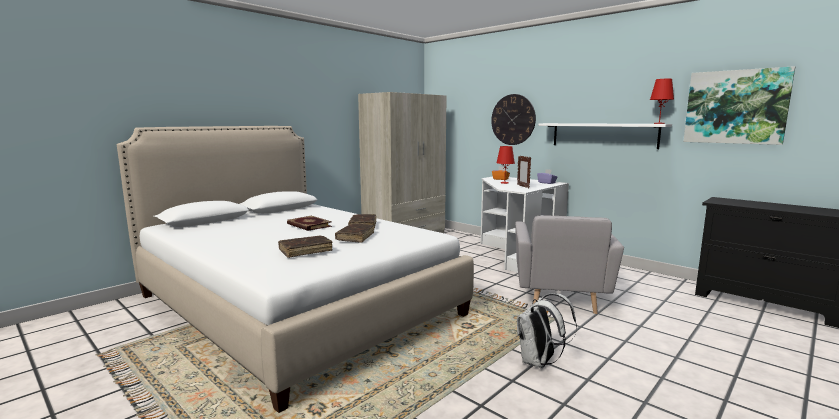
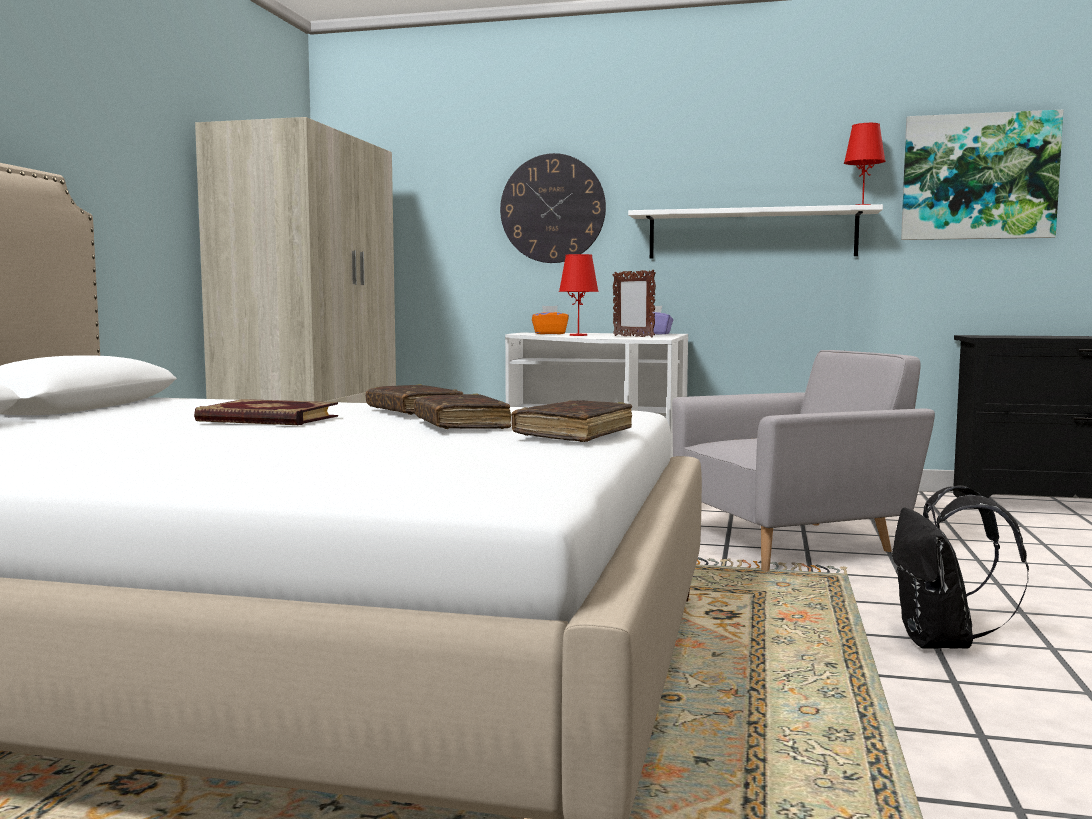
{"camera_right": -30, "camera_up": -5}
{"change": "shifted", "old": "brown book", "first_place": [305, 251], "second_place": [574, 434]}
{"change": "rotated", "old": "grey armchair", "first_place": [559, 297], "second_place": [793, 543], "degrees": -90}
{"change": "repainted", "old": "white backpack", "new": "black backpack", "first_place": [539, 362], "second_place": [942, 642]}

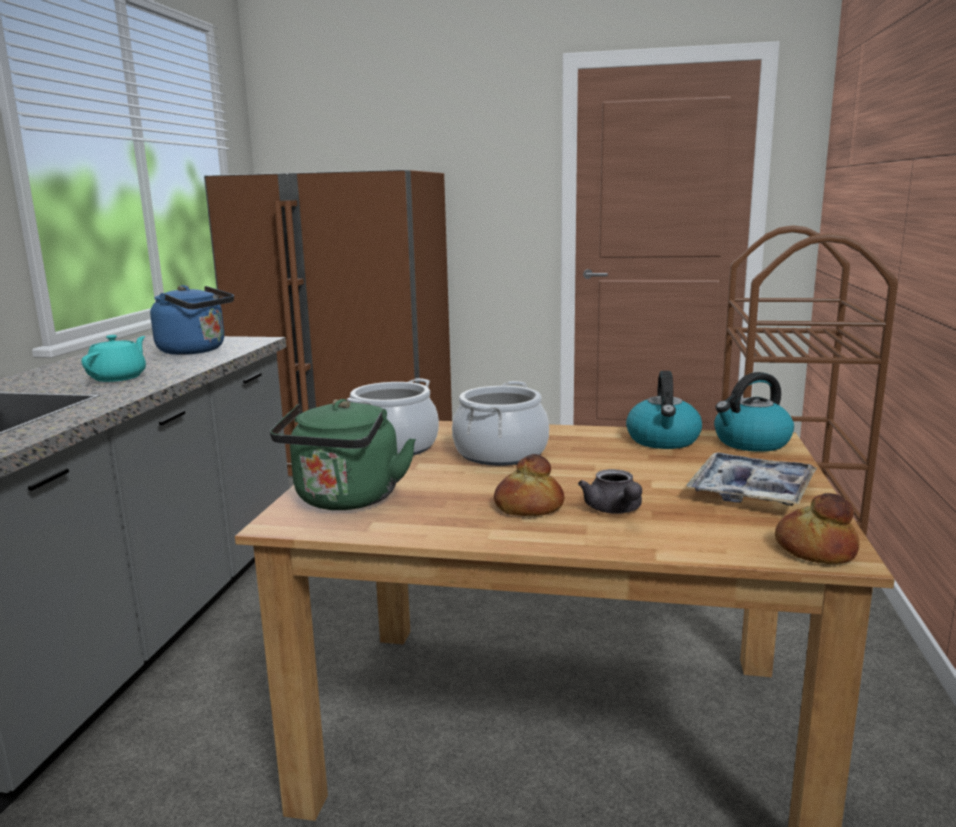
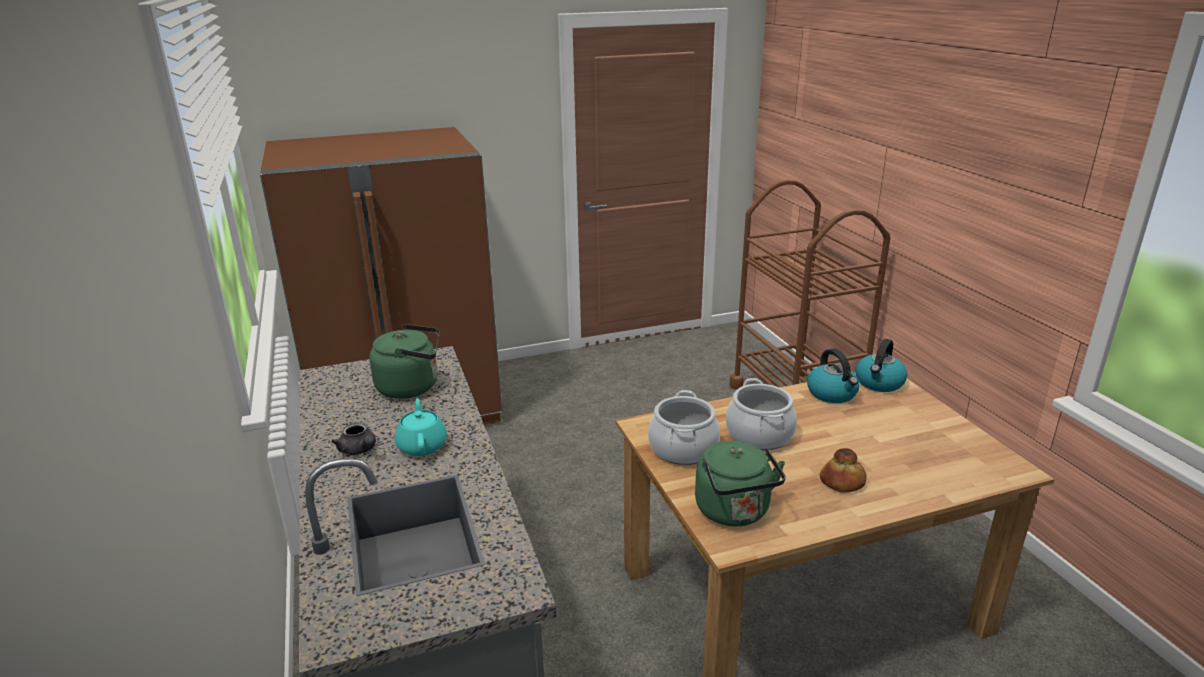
{"camera_right": -30, "camera_up": 10}
{"change": "shifted", "old": "grey teapot", "first_place": [615, 510], "second_place": [359, 450]}
{"change": "repainted", "old": "blue kettle", "new": "green kettle", "first_place": [196, 351], "second_place": [412, 387]}
{"change": "gone", "old": "tray", "first_place": [751, 491]}
{"change": "gone", "old": "bread", "first_place": [814, 549]}

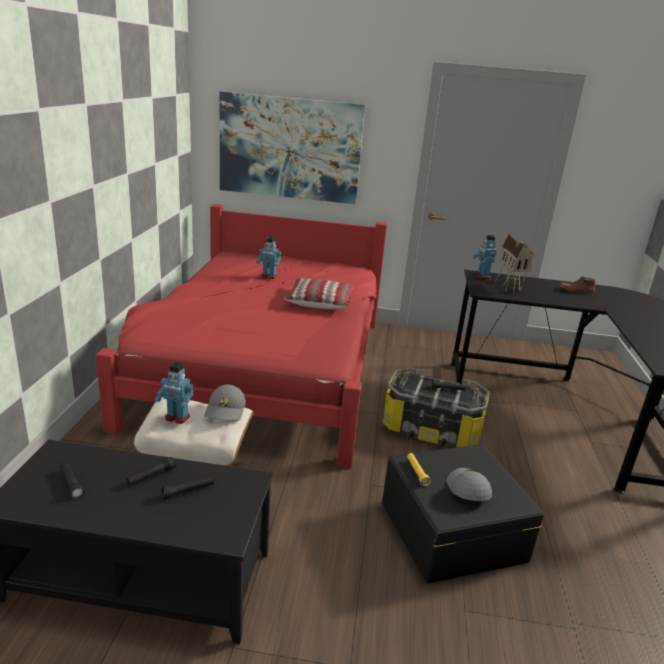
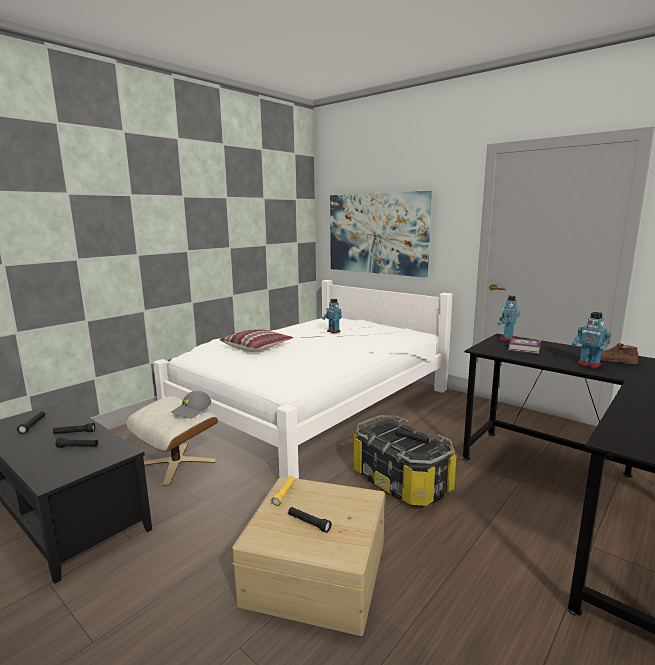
{"camera_right": 35, "camera_up": -10}
{"change": "repainted", "old": "red bed", "new": "white bed", "first_place": [264, 368], "second_place": [312, 405]}
{"change": "shifted", "old": "pillow", "first_place": [319, 301], "second_place": [257, 347]}
{"change": "repainted", "old": "black storage box", "new": "beige storage box", "first_place": [451, 530], "second_place": [315, 571]}
{"change": "swapped", "old": "grey cap", "new": "black flashlight", "first_place": [467, 490], "second_place": [309, 523]}
{"change": "swapped", "old": "toy house", "new": "book", "first_place": [510, 287], "second_place": [524, 349]}
{"change": "shifted", "old": "toy robot", "first_place": [177, 418], "second_place": [588, 365]}

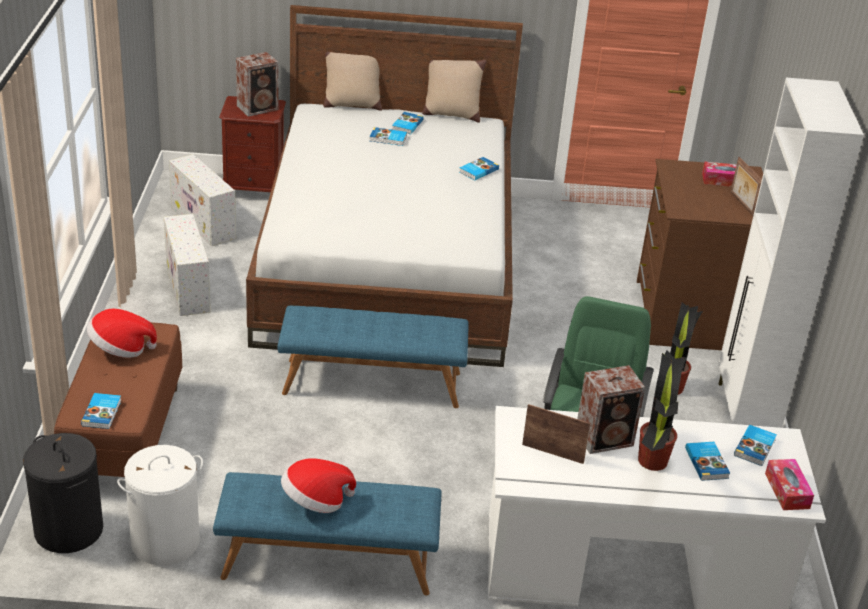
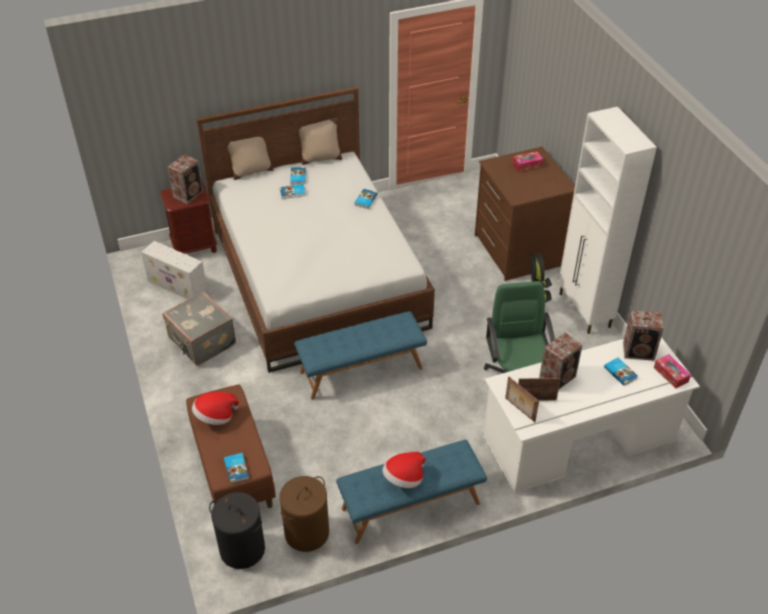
{"camera_right": -20, "camera_up": 10}
{"change": "swapped", "old": "white storage box", "new": "grey suitcase", "first_place": [188, 289], "second_place": [201, 342]}
{"change": "repainted", "old": "white laundry basket", "new": "brown laundry basket", "first_place": [166, 541], "second_place": [307, 532]}
{"change": "shifted", "old": "picture frame", "first_place": [742, 205], "second_place": [519, 410]}
{"change": "swapped", "old": "book", "new": "speaker", "first_place": [755, 447], "second_place": [639, 351]}
{"change": "gone", "old": "potted plant", "first_place": [652, 462]}

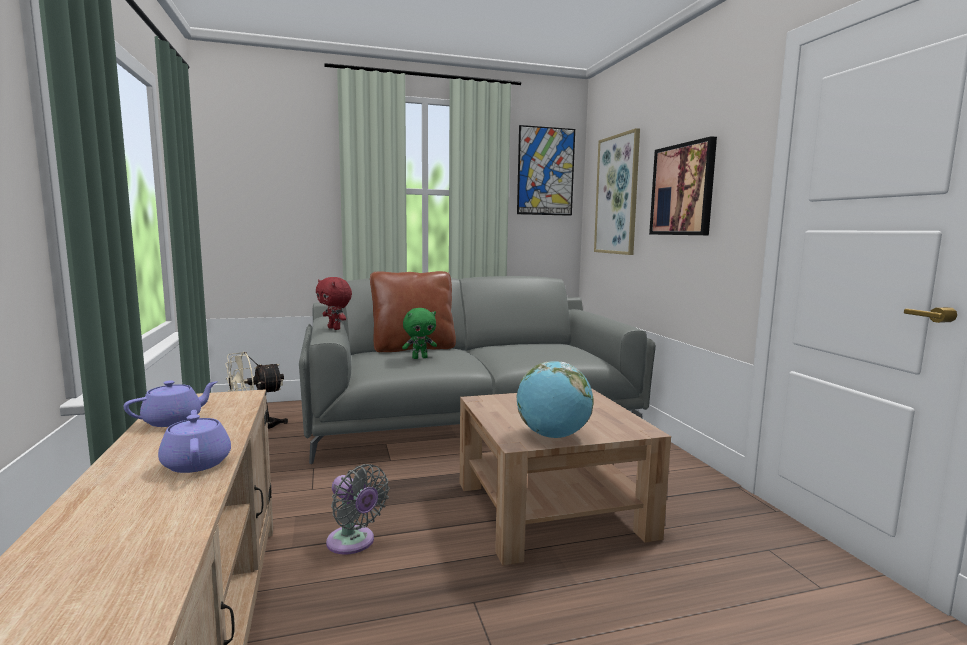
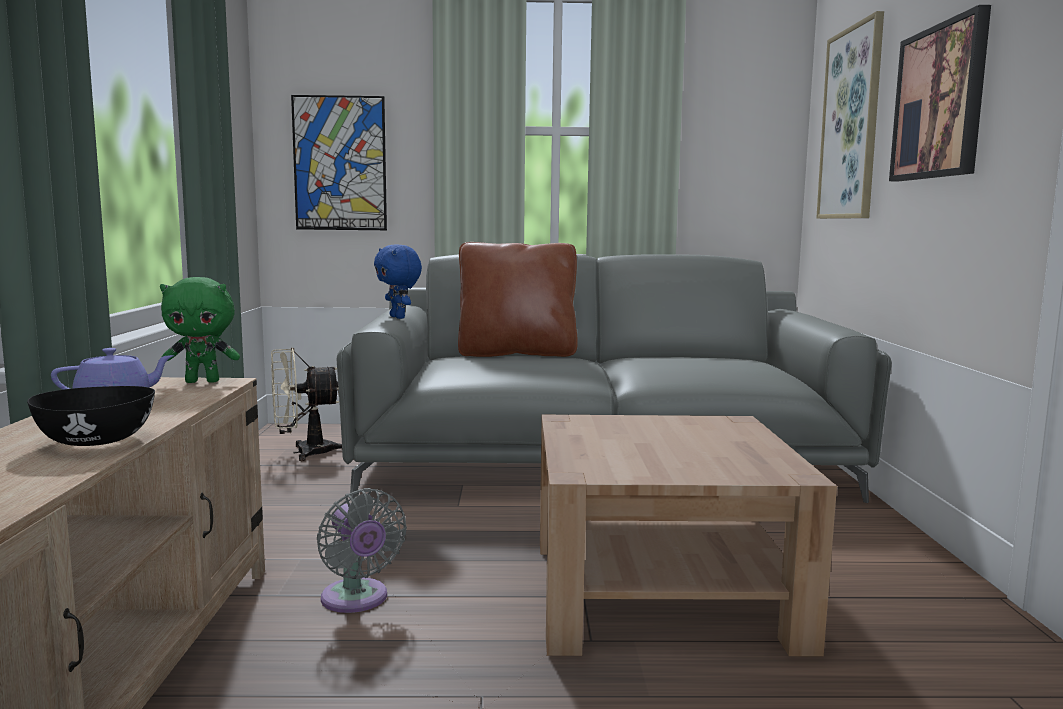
{"camera_right": 15, "camera_up": 0}
{"change": "swapped", "old": "purple teapot", "new": "black bowl", "first_place": [196, 463], "second_place": [95, 442]}
{"change": "shifted", "old": "green plush toy", "first_place": [419, 358], "second_place": [203, 381]}
{"change": "shifted", "old": "picture", "first_place": [545, 171], "second_place": [340, 163]}
{"change": "repainted", "old": "red plush toy", "new": "blue plush toy", "first_place": [335, 328], "second_place": [399, 317]}
{"change": "gone", "old": "globe", "first_place": [553, 436]}

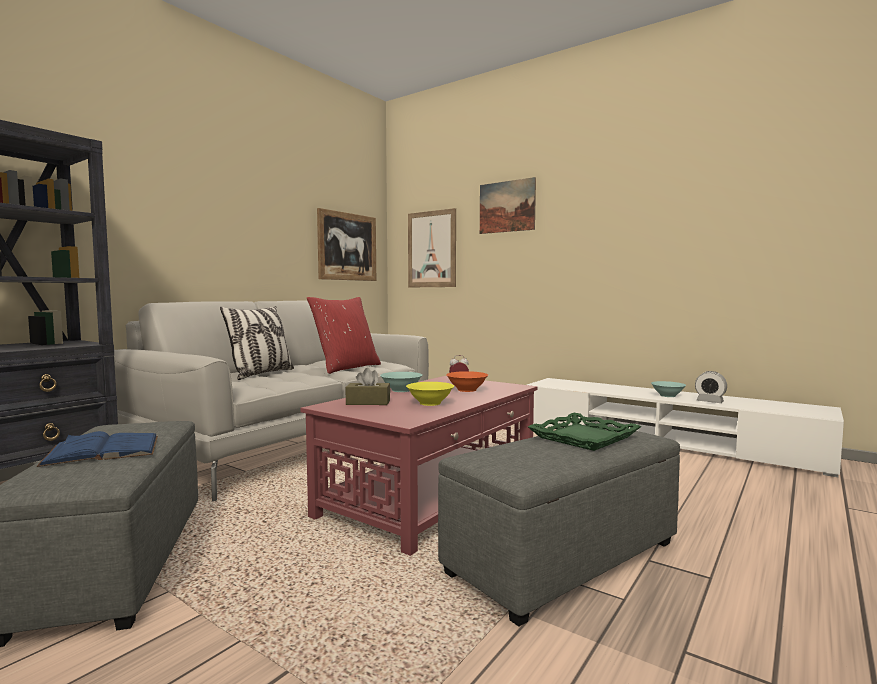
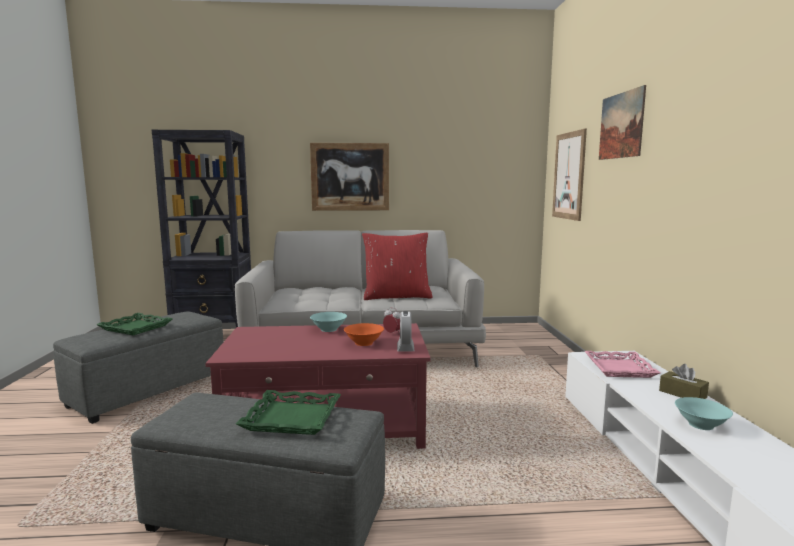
{"camera_right": 50, "camera_up": 5}
{"change": "swapped", "old": "blue book", "new": "green tray", "first_place": [103, 450], "second_place": [136, 328]}
{"change": "shifted", "old": "picture", "first_place": [347, 247], "second_place": [350, 177]}
{"change": "shifted", "old": "alarm clock", "first_place": [710, 401], "second_place": [405, 348]}
{"change": "new", "new": "pink tray", "second_place": [620, 368]}
{"change": "shifted", "old": "brown tissue box", "first_place": [368, 402], "second_place": [682, 394]}
{"change": "gone", "old": "pillow", "first_place": [261, 374]}
{"change": "gone", "old": "yellow bowl", "first_place": [430, 403]}

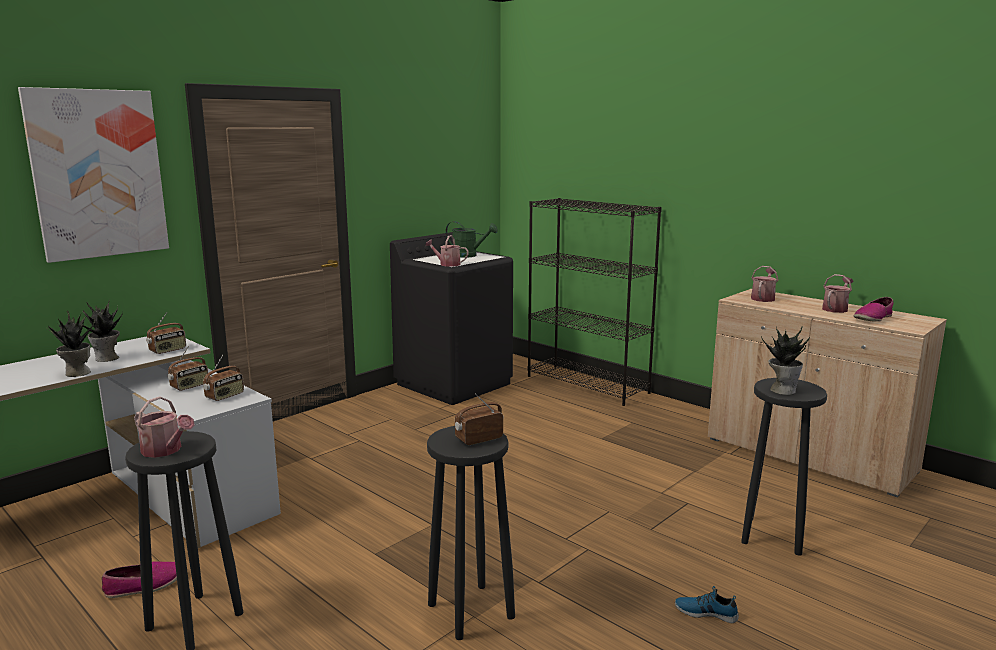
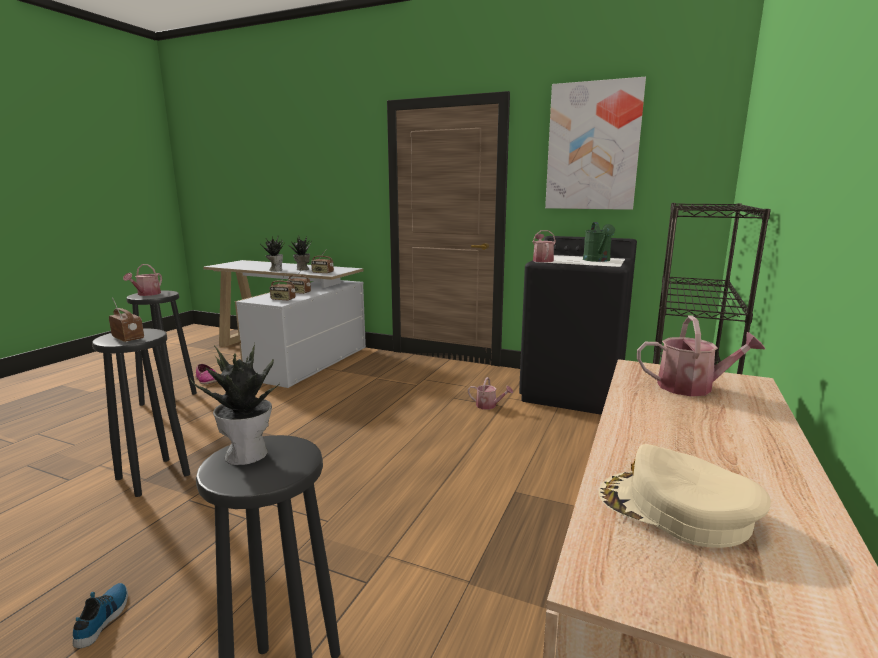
{"camera_right": 70, "camera_up": 0}
{"change": "shifted", "old": "watering can", "first_place": [836, 308], "second_place": [489, 406]}
{"change": "shifted", "old": "picture", "first_place": [98, 174], "second_place": [592, 147]}
{"change": "swapped", "old": "shoe", "new": "beige cap", "first_place": [873, 318], "second_place": [676, 509]}

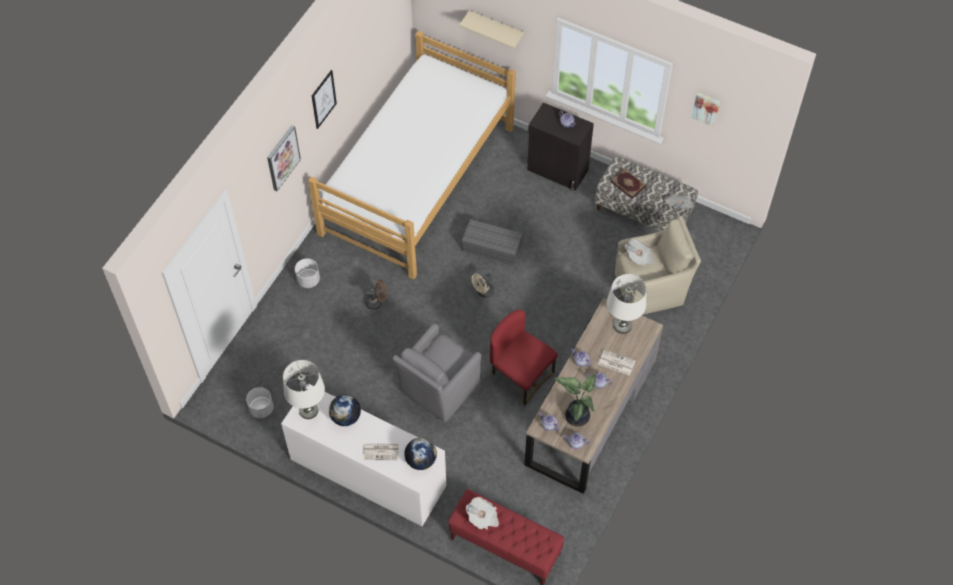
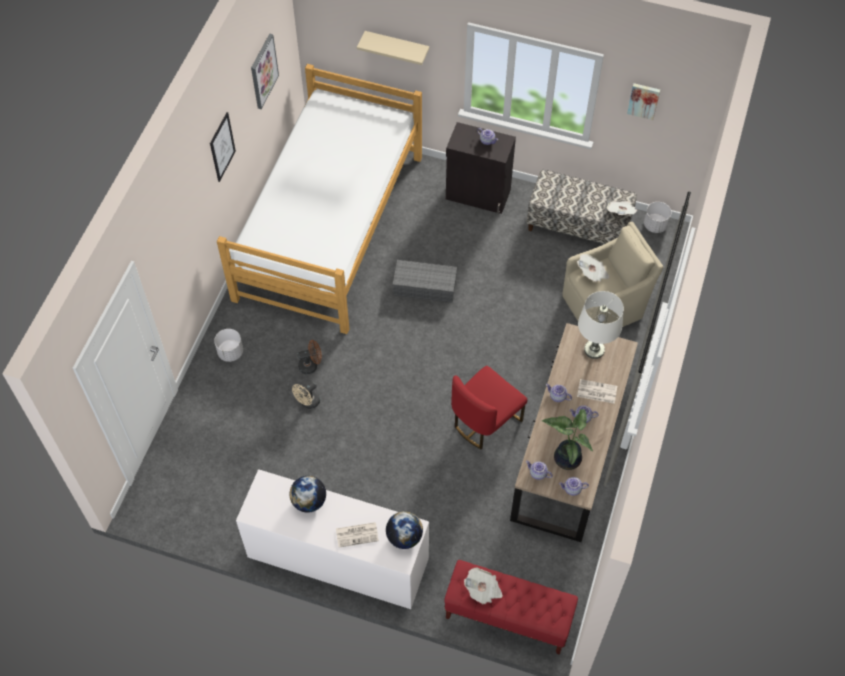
{"camera_right": -10, "camera_up": 0}
{"change": "shifted", "old": "picture", "first_place": [282, 157], "second_place": [263, 71]}
{"change": "shifted", "old": "beige fan", "first_place": [483, 292], "second_place": [308, 403]}
{"change": "rotated", "old": "red chair", "first_place": [520, 375], "second_place": [485, 421], "degrees": -75}
{"change": "shifted", "old": "white planter", "first_place": [261, 408], "second_place": [655, 225]}
{"change": "gone", "old": "white table lamp", "first_place": [308, 410]}
{"change": "gone", "old": "grey armchair", "first_place": [438, 389]}
{"change": "gone", "old": "book", "first_place": [628, 184]}

